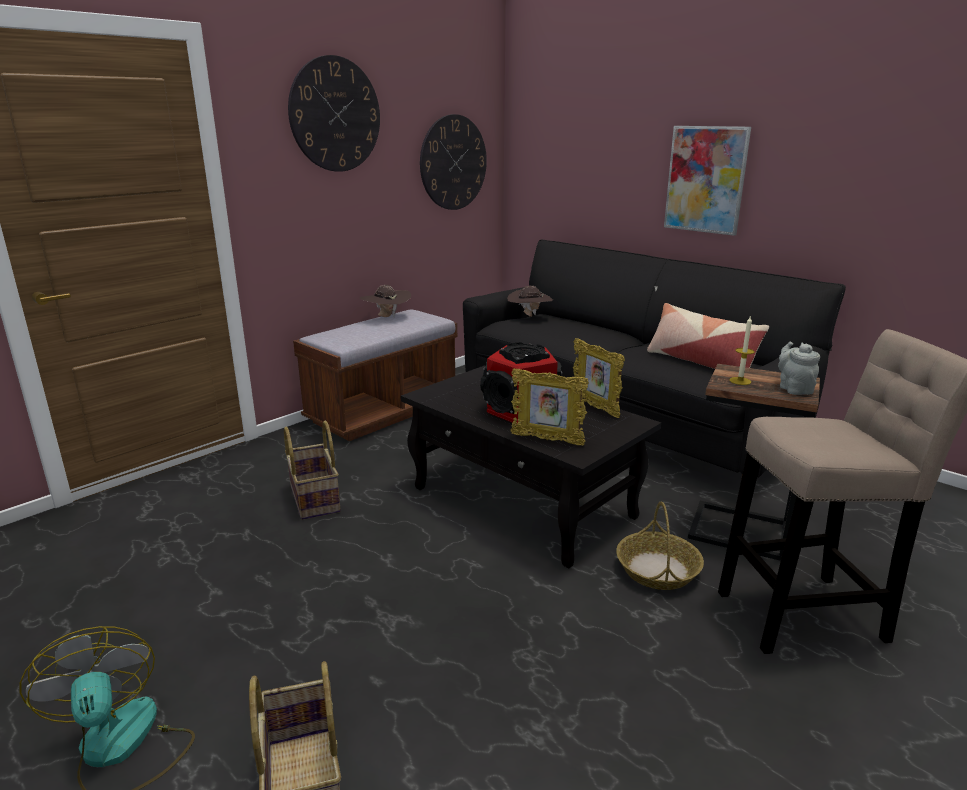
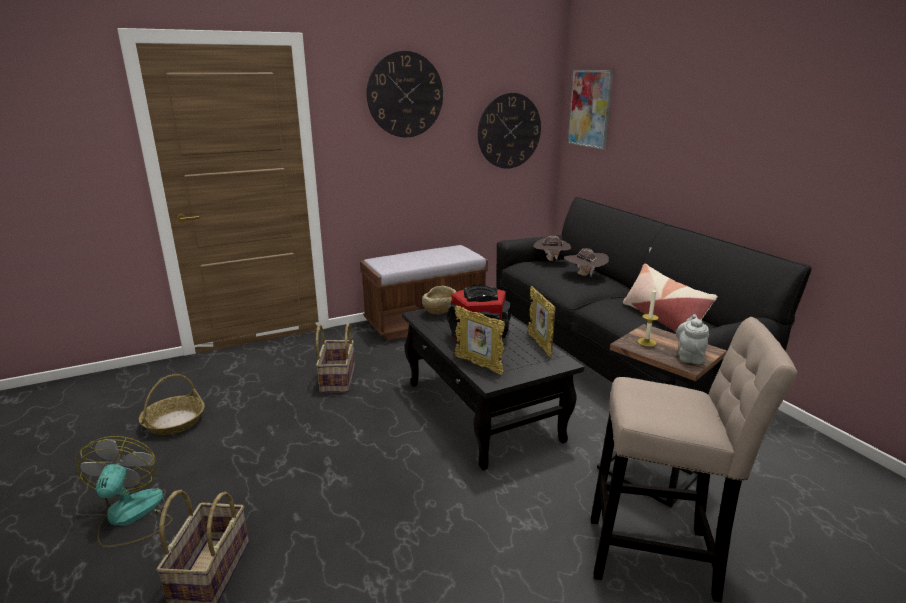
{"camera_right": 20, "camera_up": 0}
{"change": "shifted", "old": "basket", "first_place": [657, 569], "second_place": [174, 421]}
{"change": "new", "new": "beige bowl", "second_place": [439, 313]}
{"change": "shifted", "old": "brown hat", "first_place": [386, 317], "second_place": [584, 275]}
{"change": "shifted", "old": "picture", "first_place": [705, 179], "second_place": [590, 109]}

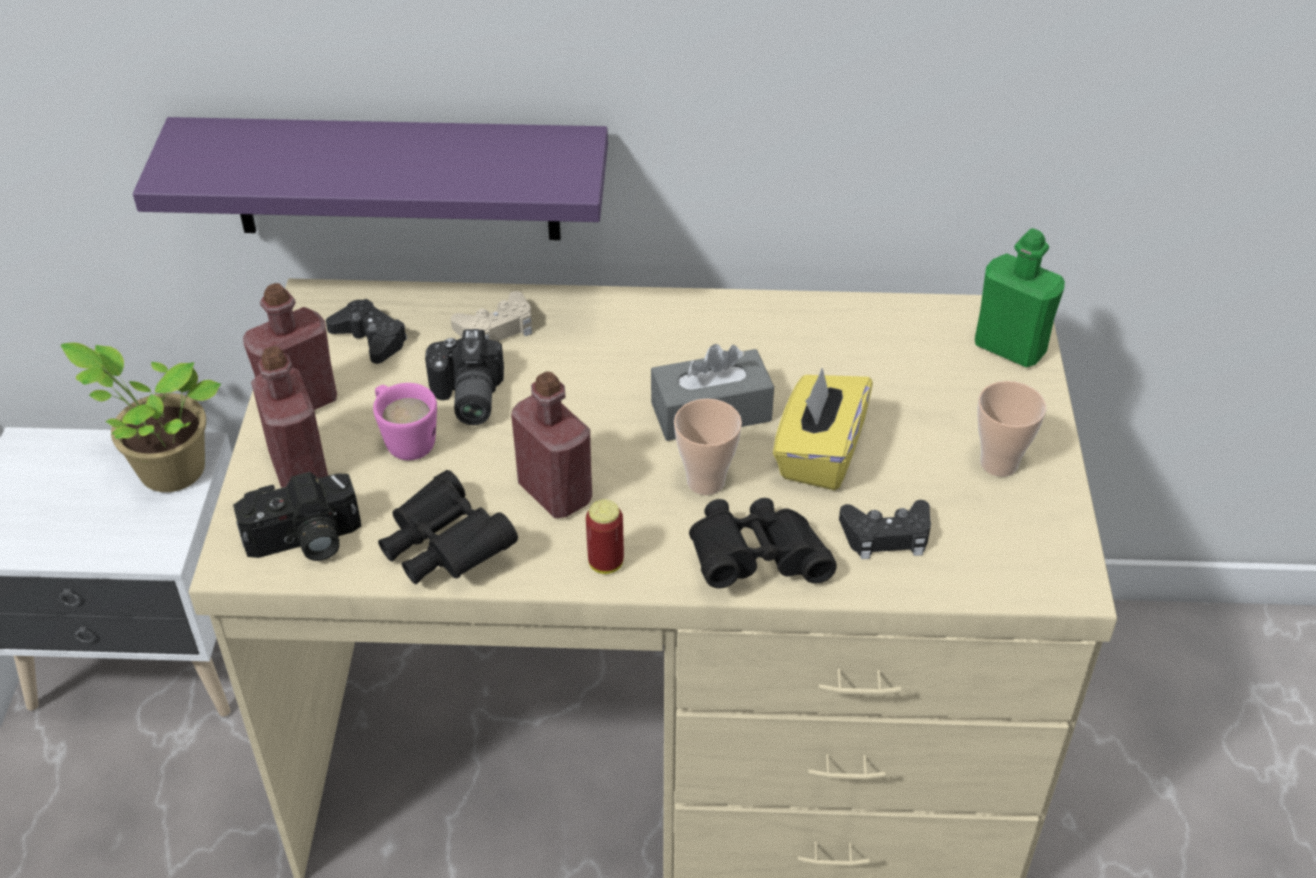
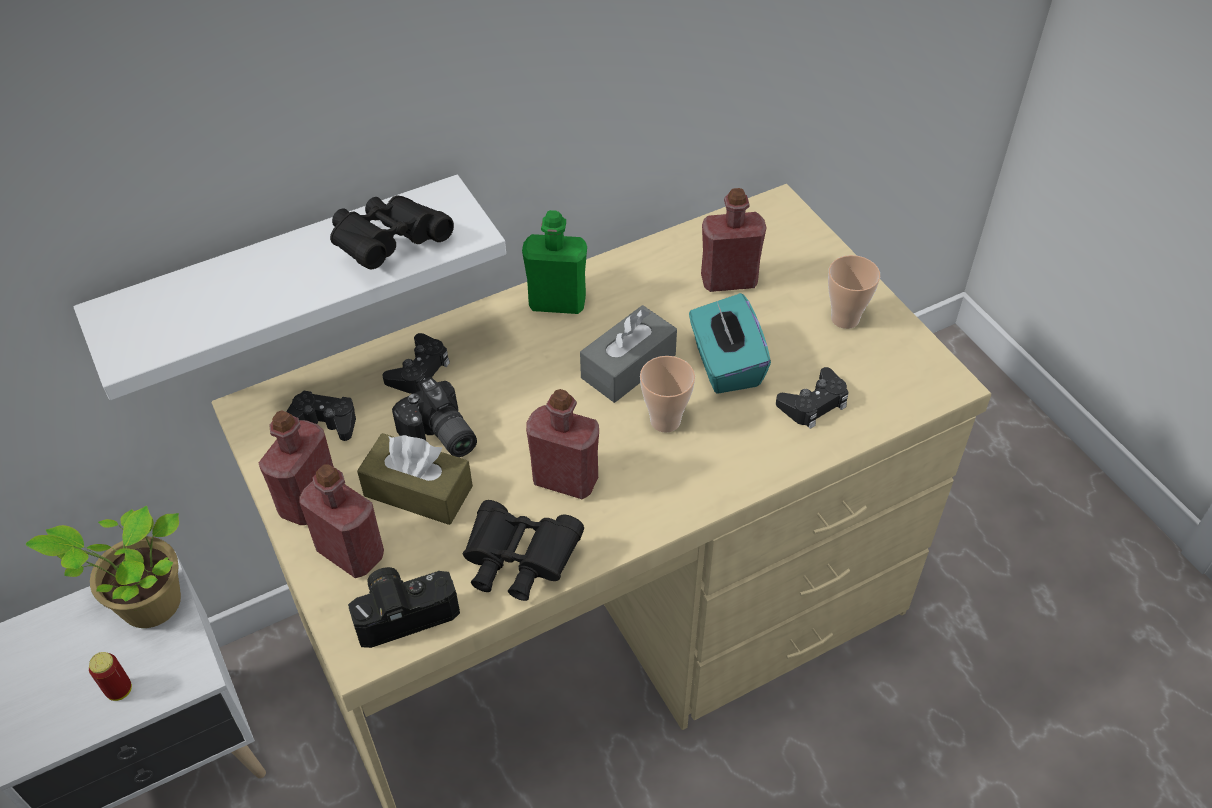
{"camera_right": -30, "camera_up": 5}
{"change": "repainted", "old": "purple shelf", "new": "white shelf", "first_place": [394, 179], "second_place": [287, 282]}
{"change": "shifted", "old": "can", "first_place": [606, 563], "second_place": [119, 690]}
{"change": "shifted", "old": "black binoculars", "first_place": [756, 560], "second_place": [389, 245]}
{"change": "rotated", "old": "photo camera", "first_place": [304, 542], "second_place": [405, 610], "degrees": -150}
{"change": "swapped", "old": "pink mug", "new": "brown tissue box", "first_place": [405, 439], "second_place": [418, 491]}
{"change": "repainted", "old": "beige game controller", "new": "black game controller", "first_place": [496, 329], "second_place": [419, 370]}
{"change": "shifted", "old": "green bottle", "first_place": [1009, 348], "second_place": [557, 302]}
{"change": "repainted", "old": "yellow tissue box", "new": "turquoise tissue box", "first_place": [819, 453], "second_place": [725, 364]}
{"change": "new", "new": "red bottle", "second_place": [729, 280]}

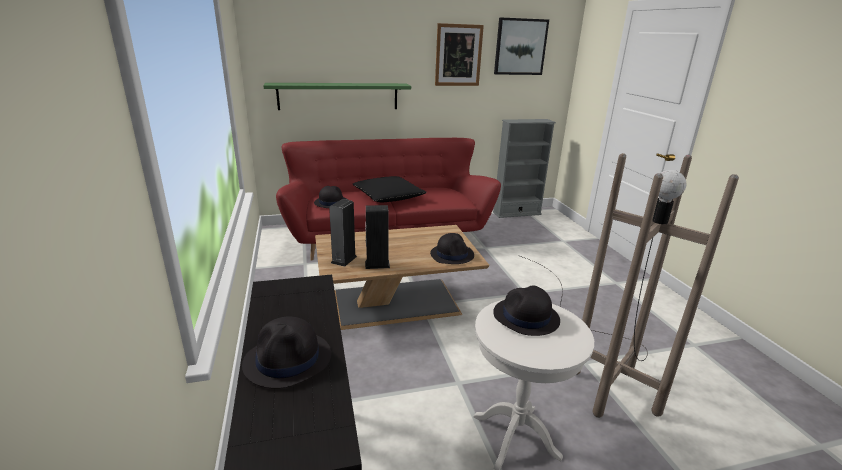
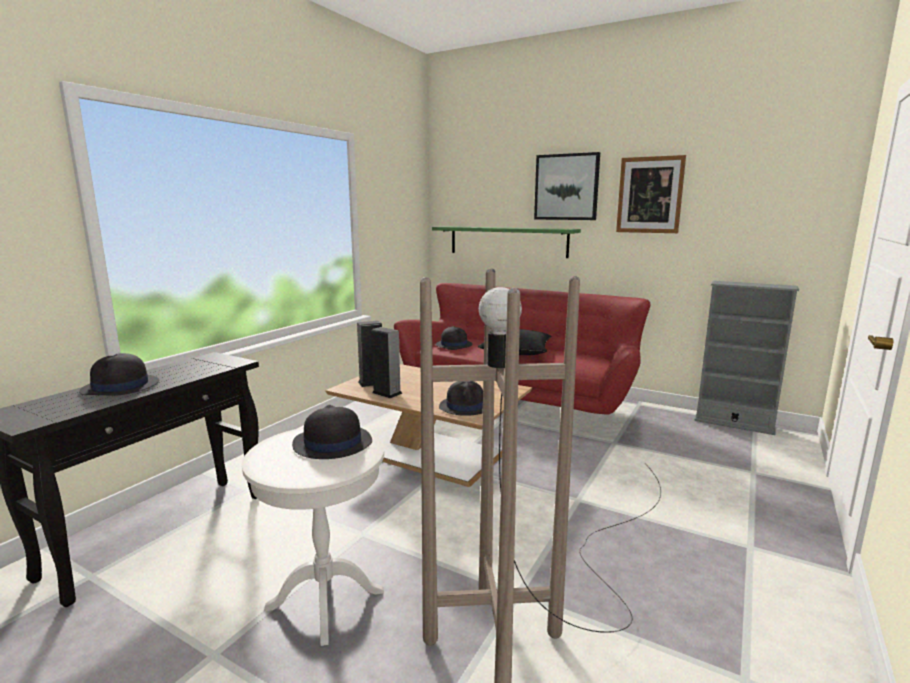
{"camera_right": 45, "camera_up": -10}
{"change": "shifted", "old": "picture", "first_place": [520, 47], "second_place": [566, 187]}

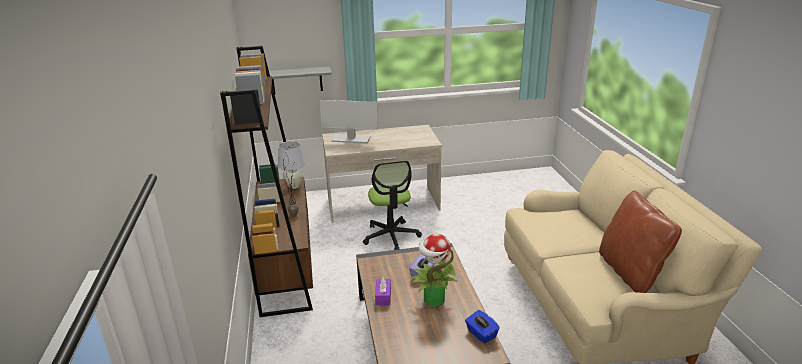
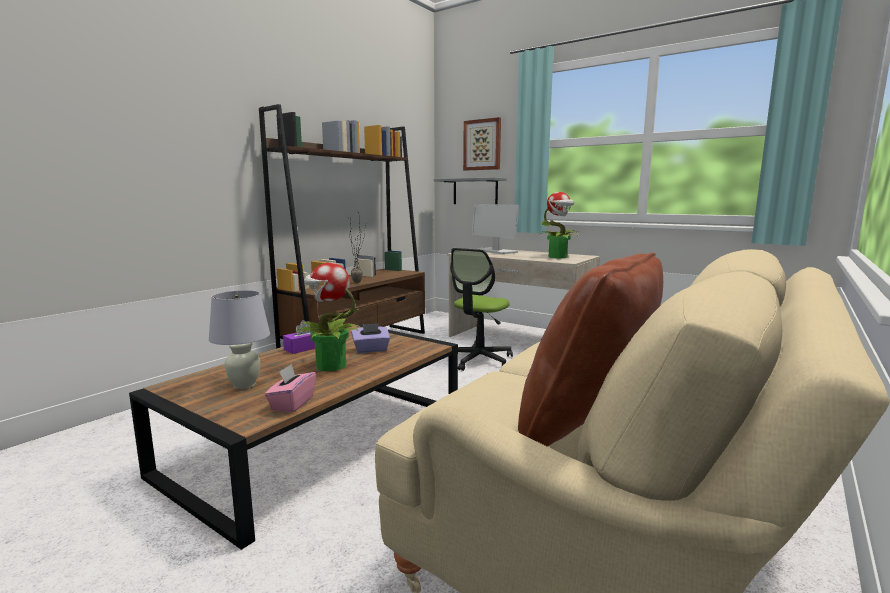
{"camera_right": 45, "camera_up": -15}
{"change": "shifted", "old": "white table lamp", "first_place": [294, 186], "second_place": [244, 385]}
{"change": "repainted", "old": "blue tissue box", "new": "pink tissue box", "first_place": [481, 334], "second_place": [292, 404]}
{"change": "new", "new": "picture", "second_place": [482, 145]}
{"change": "new", "new": "potted plant", "second_place": [558, 257]}

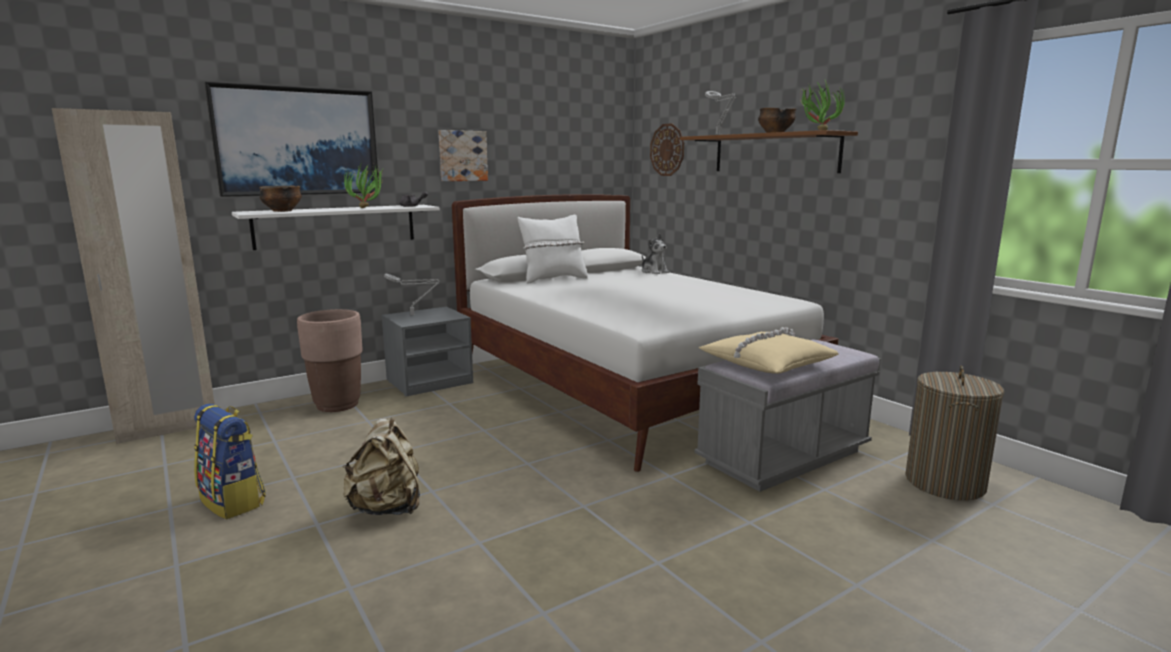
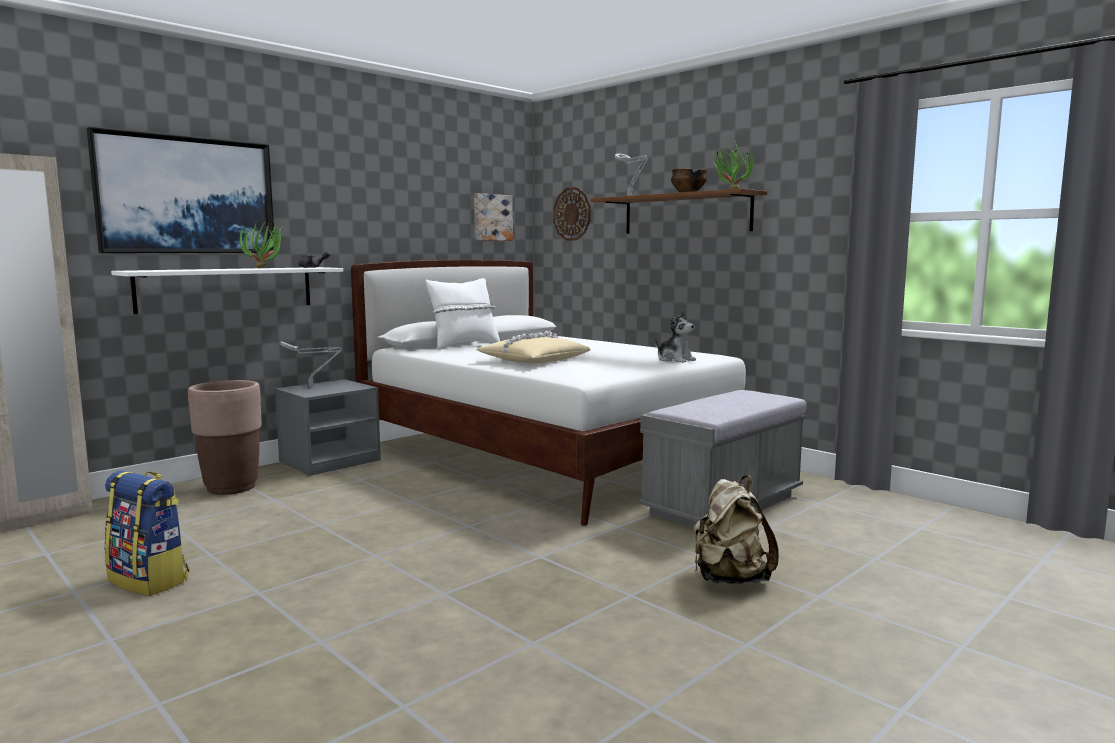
{"camera_right": -10, "camera_up": -5}
{"change": "shifted", "old": "picture", "first_place": [462, 156], "second_place": [492, 217]}
{"change": "shifted", "old": "beige pillow", "first_place": [766, 363], "second_place": [533, 360]}
{"change": "shifted", "old": "plush toy", "first_place": [654, 272], "second_place": [675, 360]}
{"change": "shifted", "old": "beige backpack", "first_place": [387, 508], "second_place": [729, 579]}
{"change": "gone", "old": "bowl", "first_place": [282, 211]}
{"change": "gone", "old": "laundry basket", "first_place": [945, 483]}

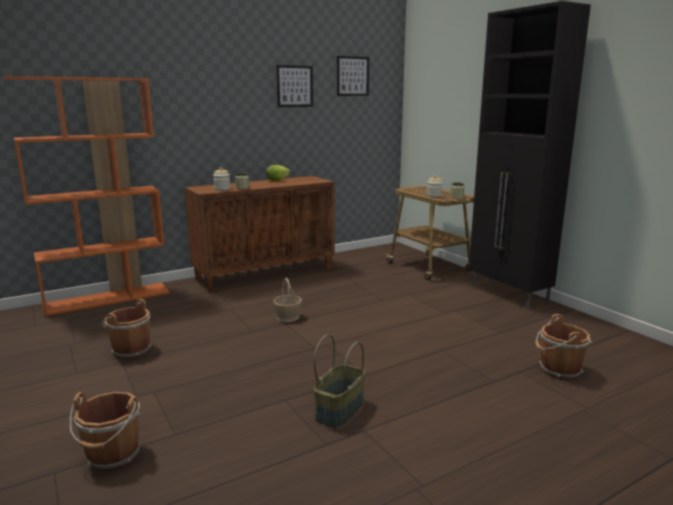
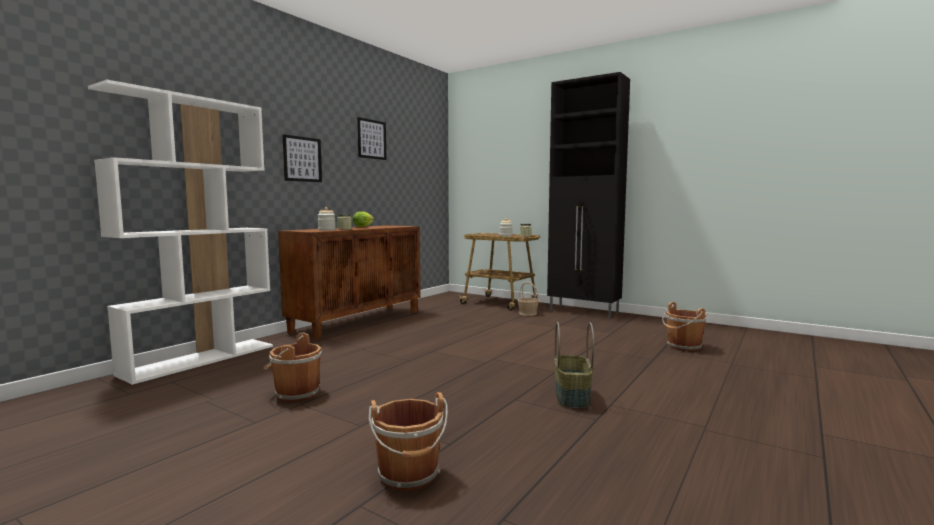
{"camera_right": -25, "camera_up": -10}
{"change": "repainted", "old": "orange bookcase", "new": "white bookcase", "first_place": [108, 298], "second_place": [201, 359]}
{"change": "shifted", "old": "picture", "first_place": [352, 76], "second_place": [302, 159]}
{"change": "shifted", "old": "basket", "first_place": [288, 317], "second_place": [528, 313]}

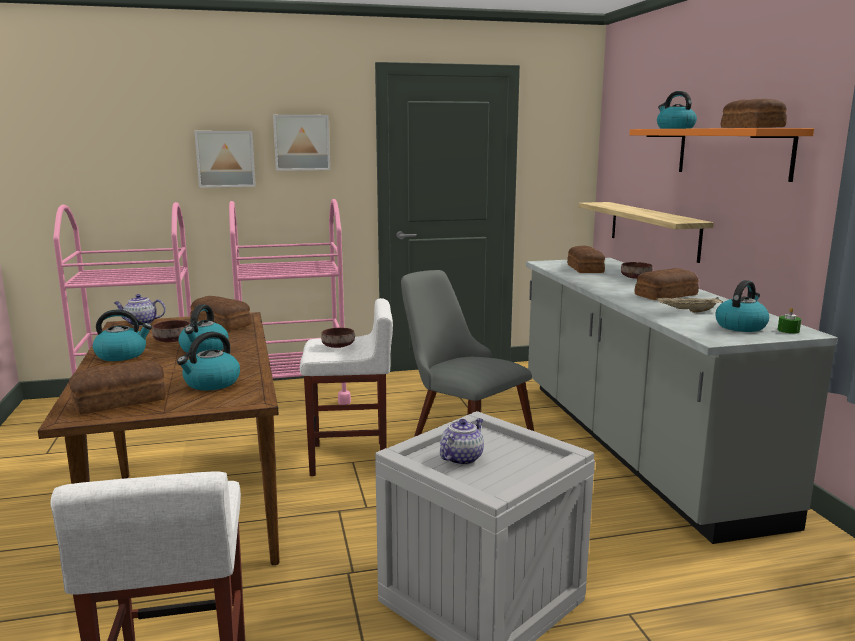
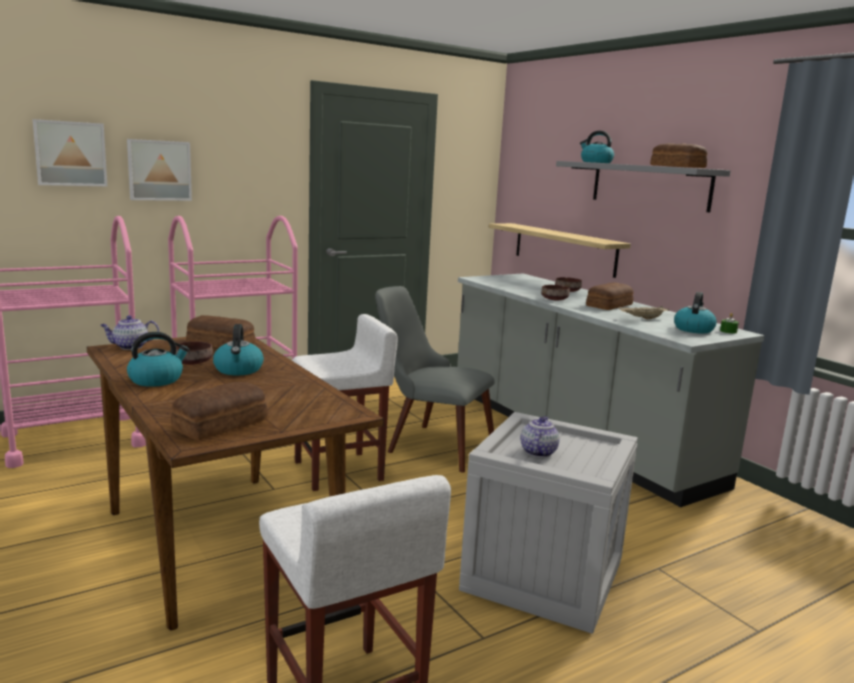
{"camera_right": -20, "camera_up": 0}
{"change": "shifted", "old": "picture", "first_place": [301, 142], "second_place": [70, 153]}
{"change": "shifted", "old": "brown bowl", "first_place": [337, 346], "second_place": [553, 299]}
{"change": "repainted", "old": "orange shelf", "new": "grey shelf", "first_place": [732, 152], "second_place": [649, 185]}
{"change": "gone", "old": "kettle", "first_place": [211, 383]}
{"change": "gone", "old": "bread", "first_place": [585, 268]}

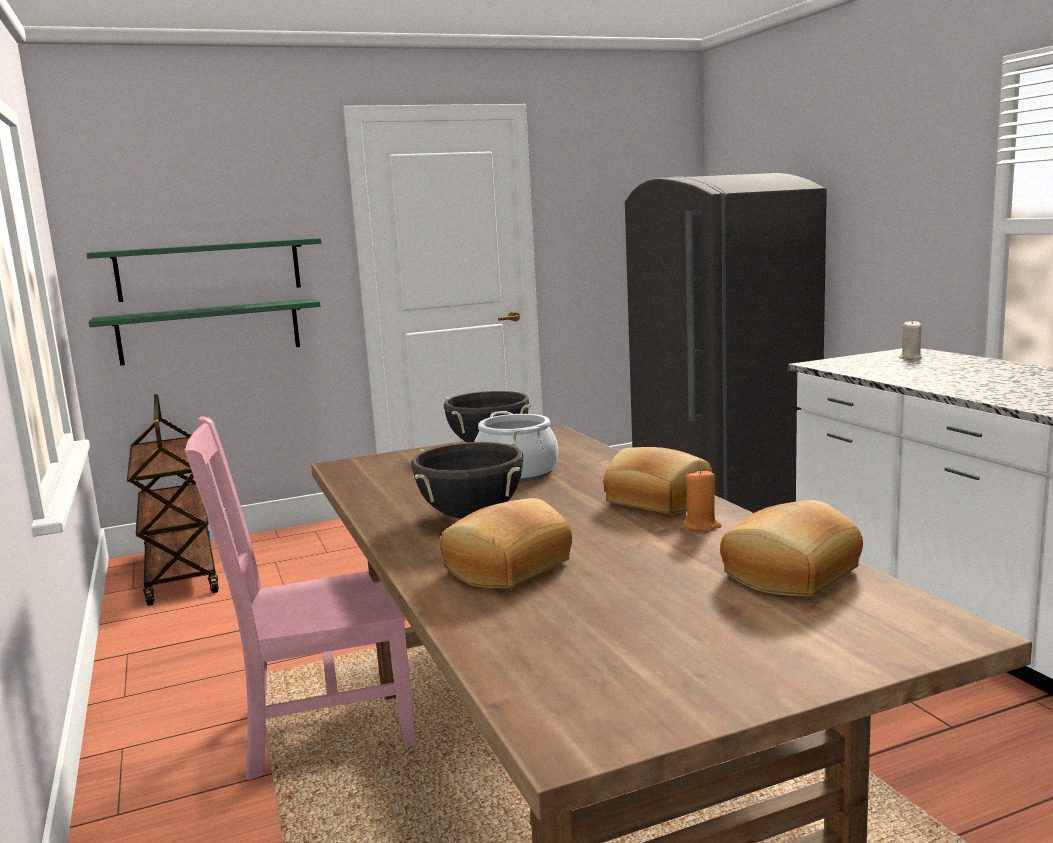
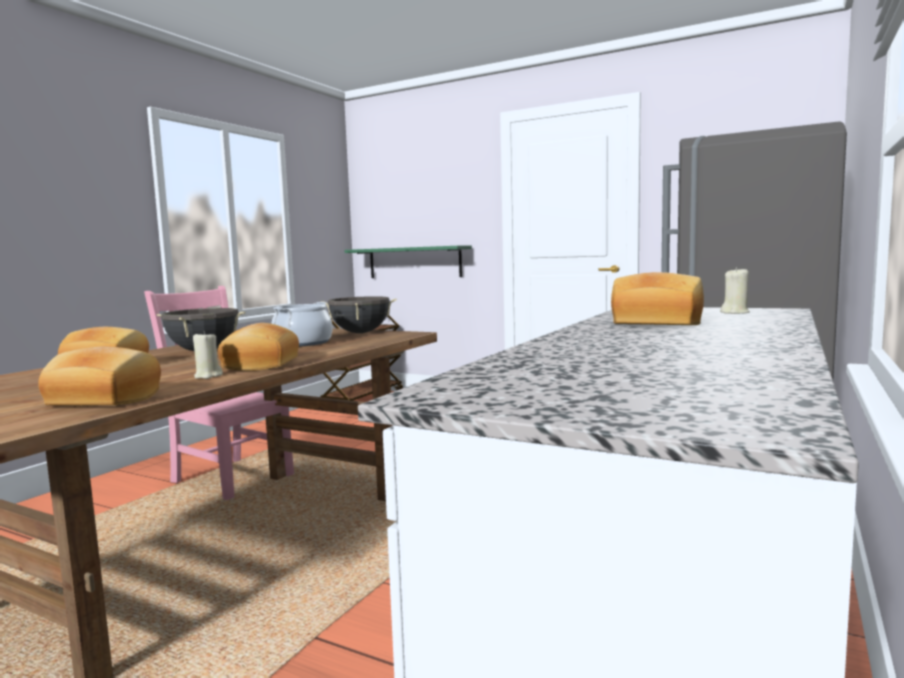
{"camera_right": 50, "camera_up": -5}
{"change": "repainted", "old": "orange candle", "new": "beige candle", "first_place": [701, 526], "second_place": [208, 376]}
{"change": "new", "new": "bread", "second_place": [656, 323]}
{"change": "gone", "old": "green shelf", "first_place": [209, 269]}

